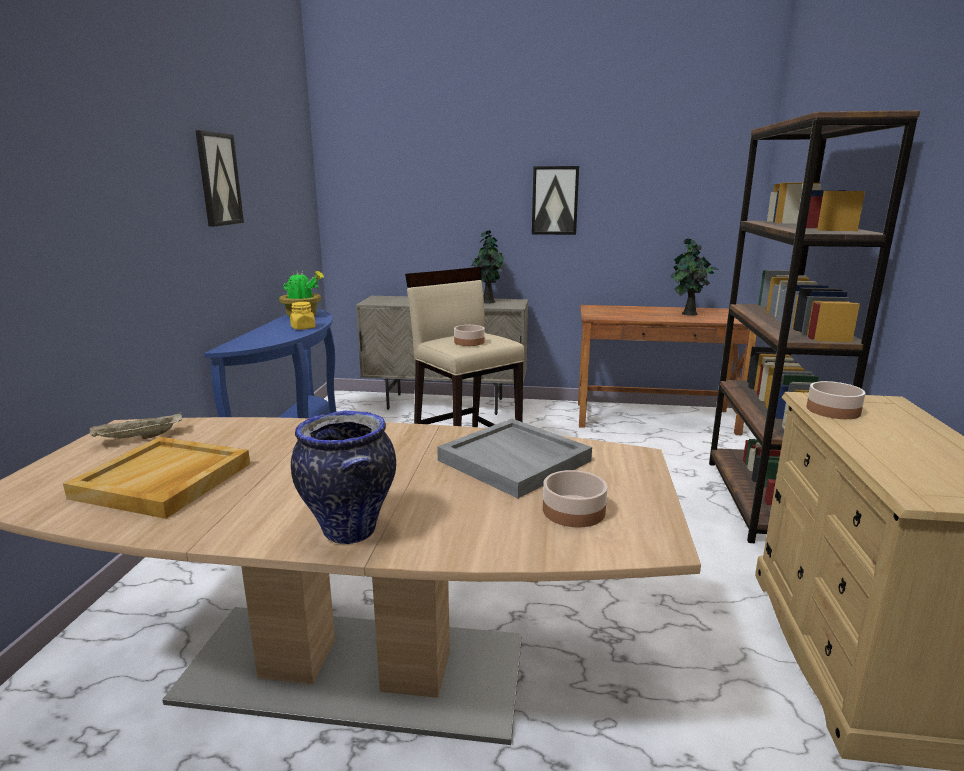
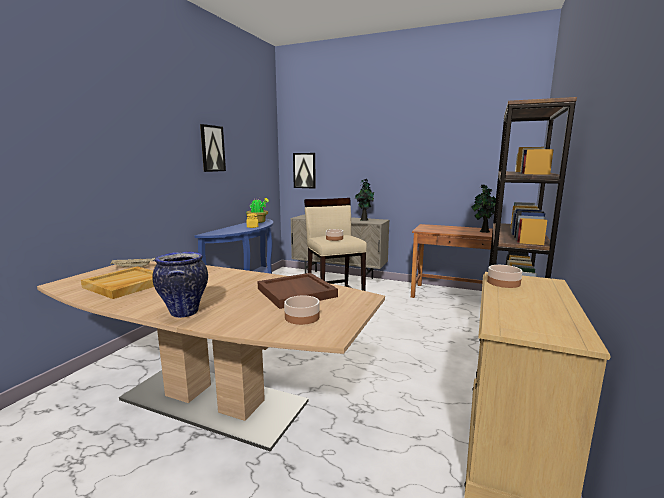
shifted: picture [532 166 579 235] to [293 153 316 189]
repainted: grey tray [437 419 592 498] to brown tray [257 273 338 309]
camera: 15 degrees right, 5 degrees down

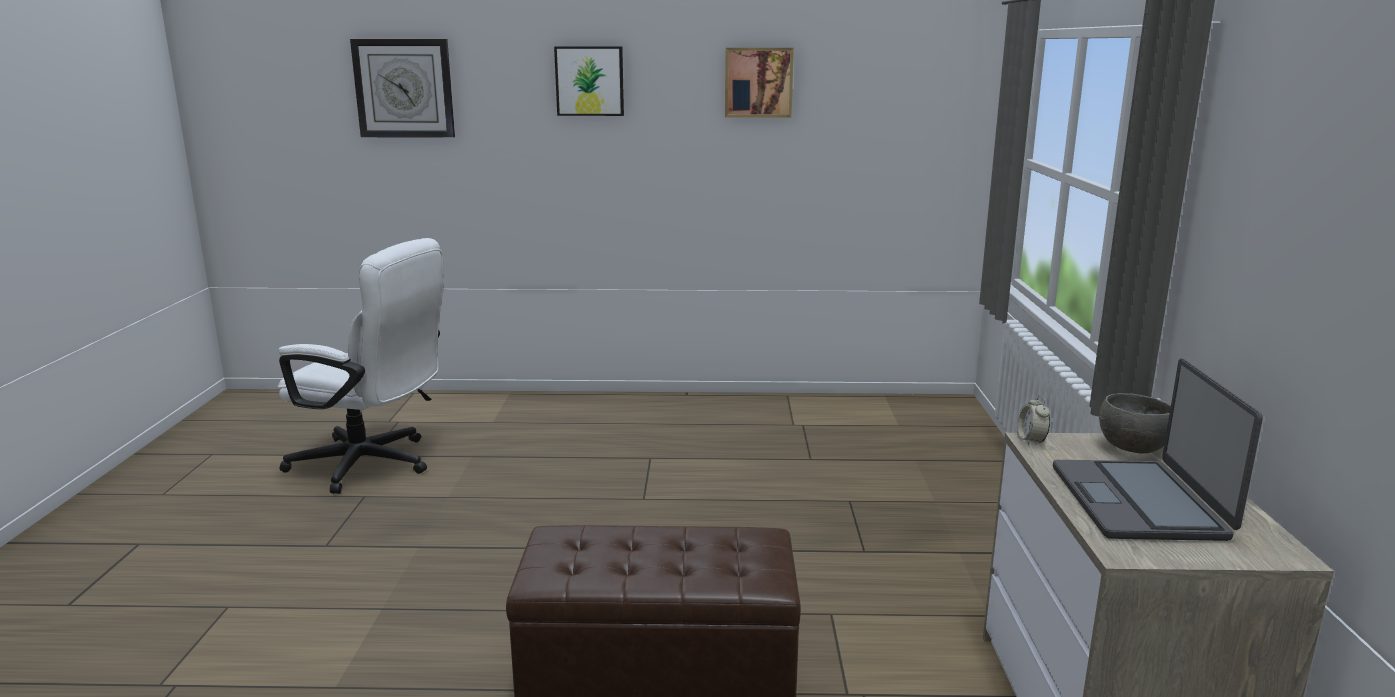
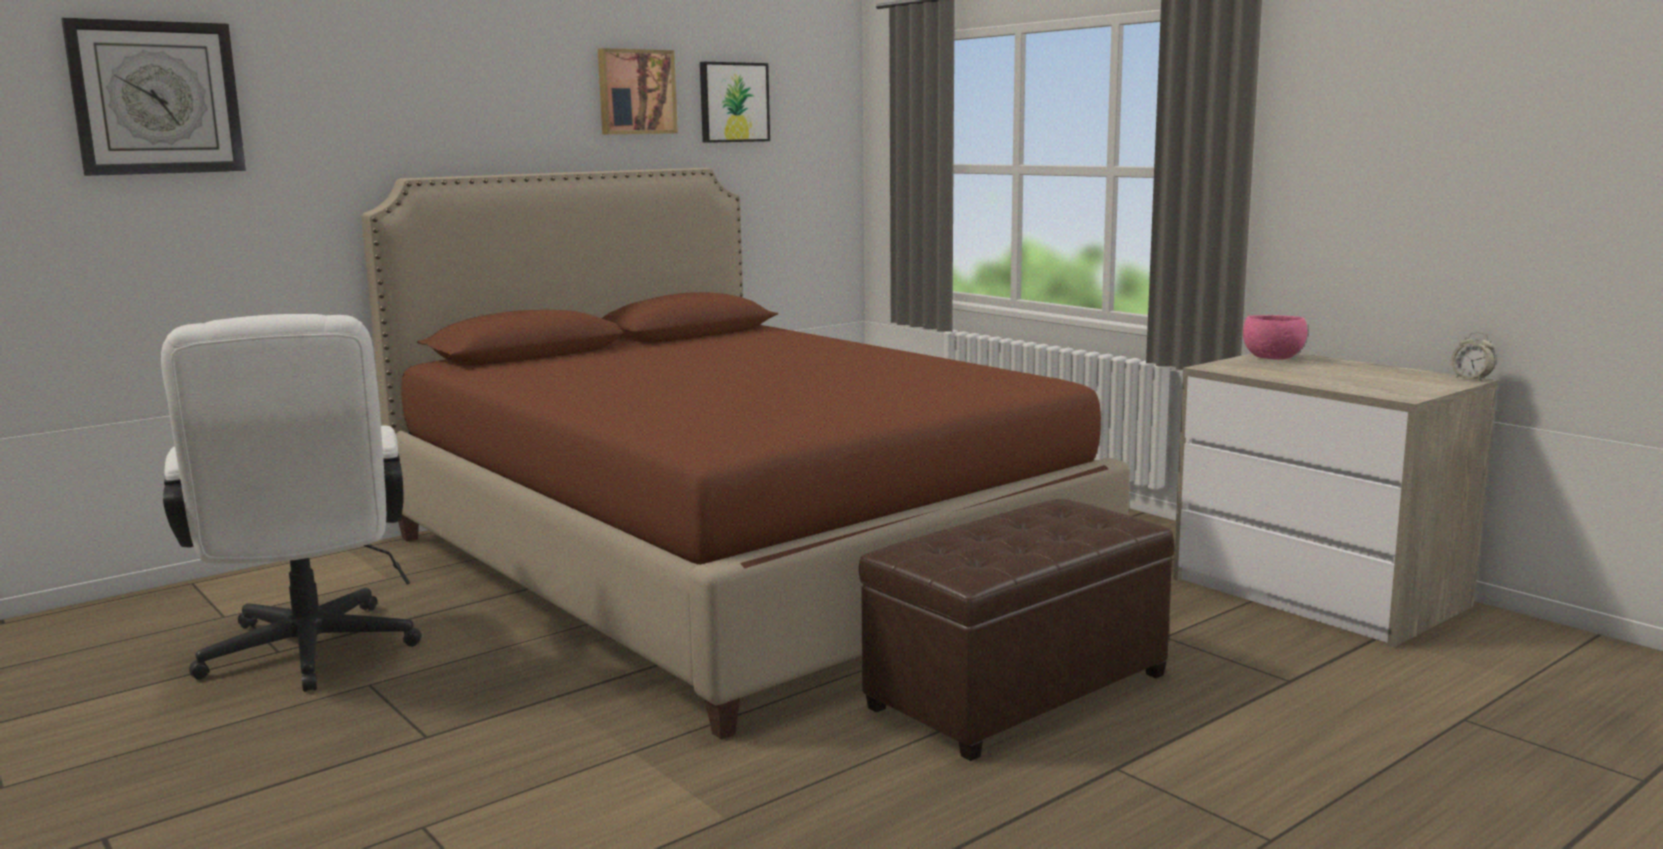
gone: laptop [1053 358 1263 541]
new: brown bed [361 168 1130 740]
shifted: picture [554 46 624 116] to [700 62 770 143]; alarm clock [1017 395 1050 446] to [1451 332 1495 381]
repainted: grey bowl [1099 393 1171 453] to pink bowl [1243 315 1308 360]
rotated: white office chair [277 238 444 494] = [161 314 422 692] 90 degrees clockwise
camera: 40 degrees left, 5 degrees down

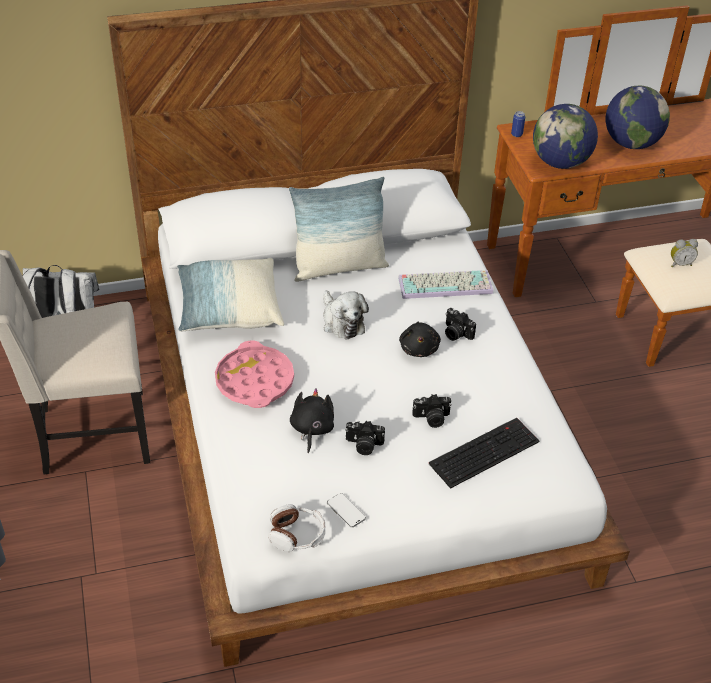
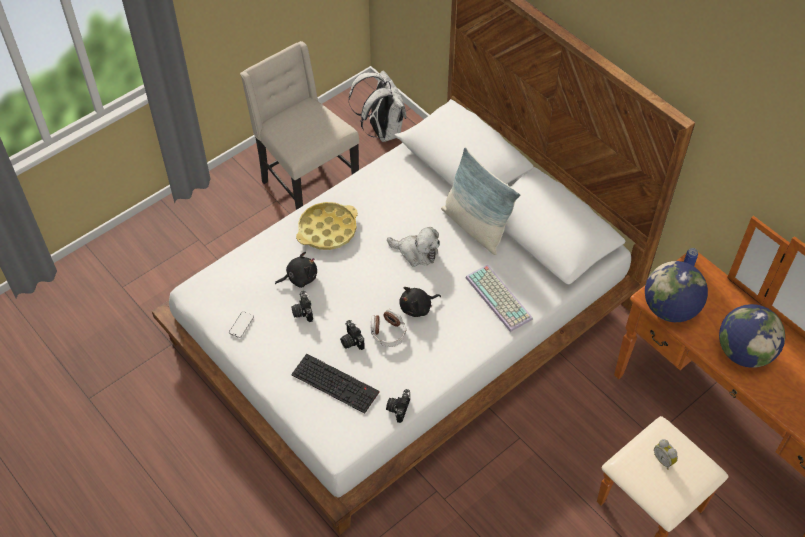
gone: pillow [177 258 284 332]
shifted: headphones [268 504 325 552] to [371 309 406 347]; photo camera [445 308 476 341] to [386 389 410 423]
repainted: pink tray [215 340 294 408] to yellow tray [296 202 358 250]
rotated: plush toy [323 291 369 340] = [387 226 440 267] 105 degrees counterclockwise
camera: 65 degrees right, 10 degrees up

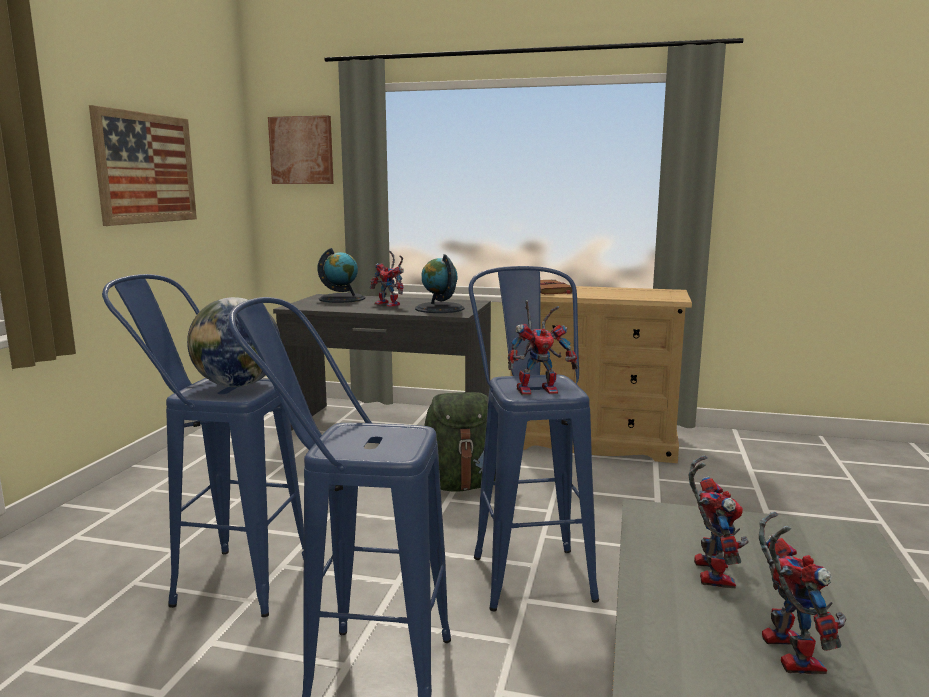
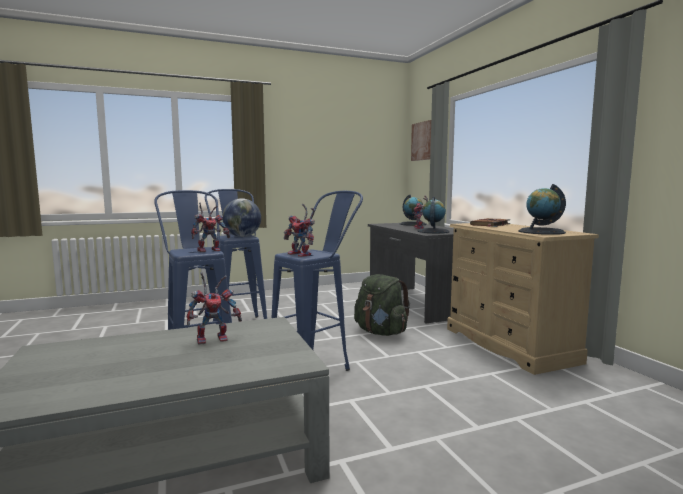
gone: picture [89 105 197 226]
new: globe [518 184 566 235]
shifted: toy robot [759 511 847 675] to [191 202 230 252]
camera: 55 degrees right, 5 degrees down

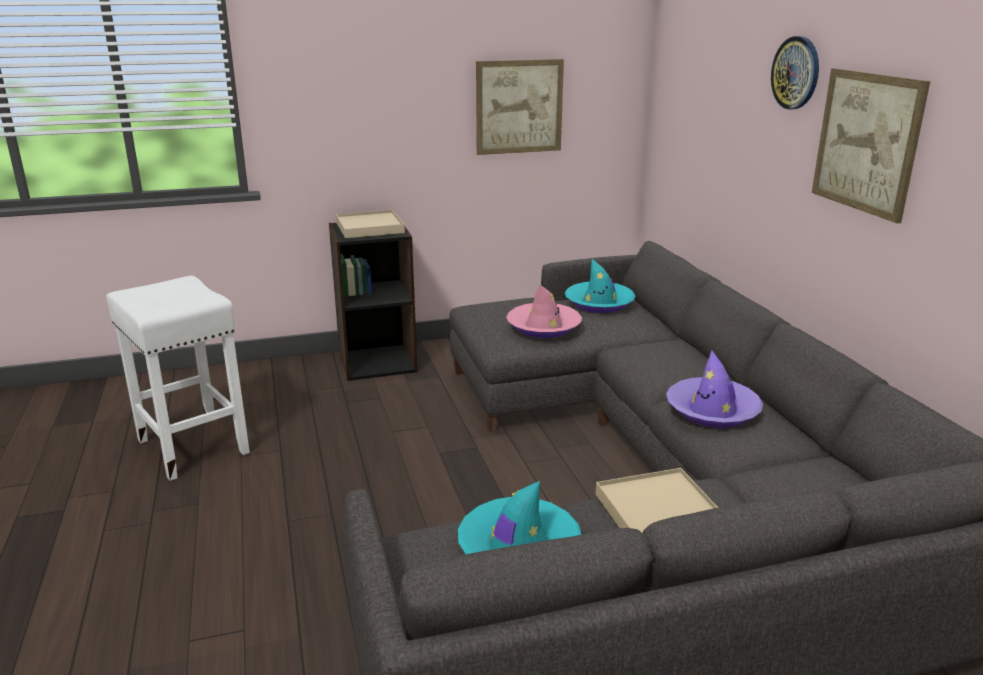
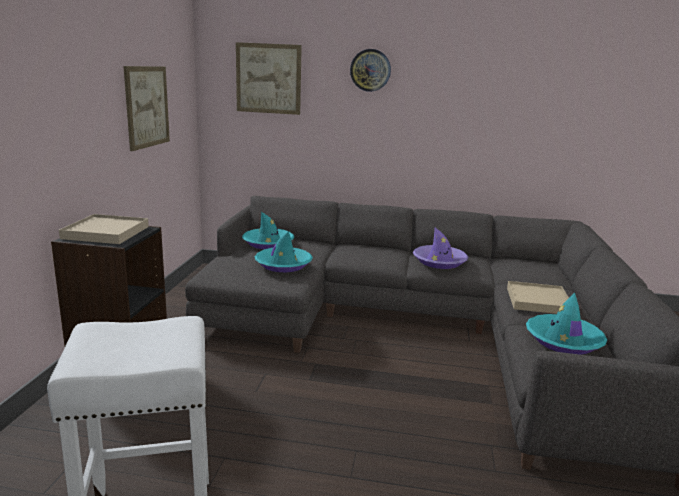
shifted: picture [812 68 930 223] to [236 42 302 115]
repainted: pink hat [506 285 582 338] to turquoise hat [255 231 313 272]
camera: 65 degrees left, 5 degrees down

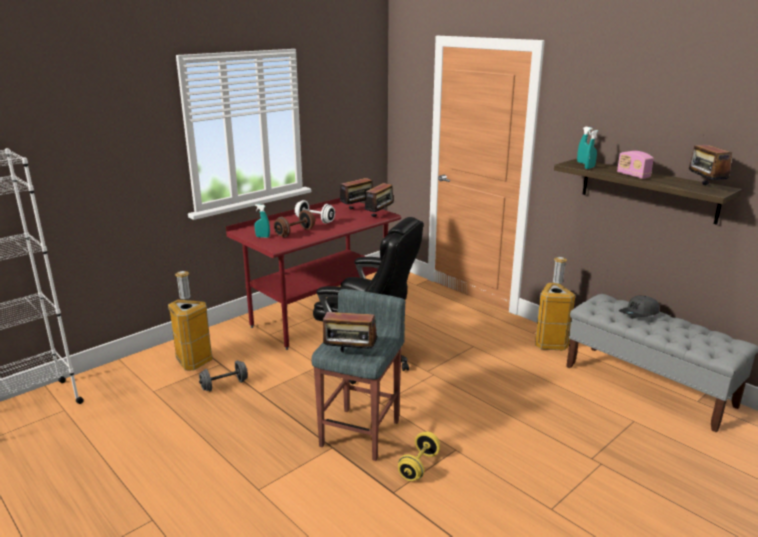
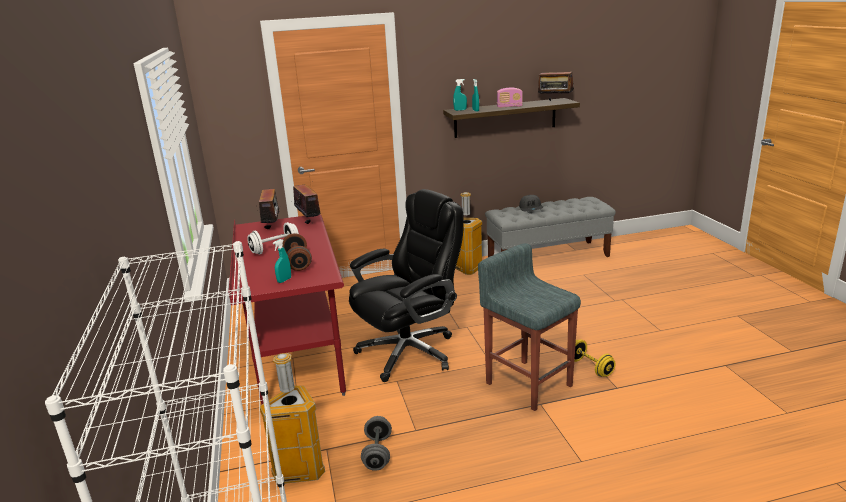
gone: radio [323 307 378 353]
camera: 60 degrees left, 0 degrees up

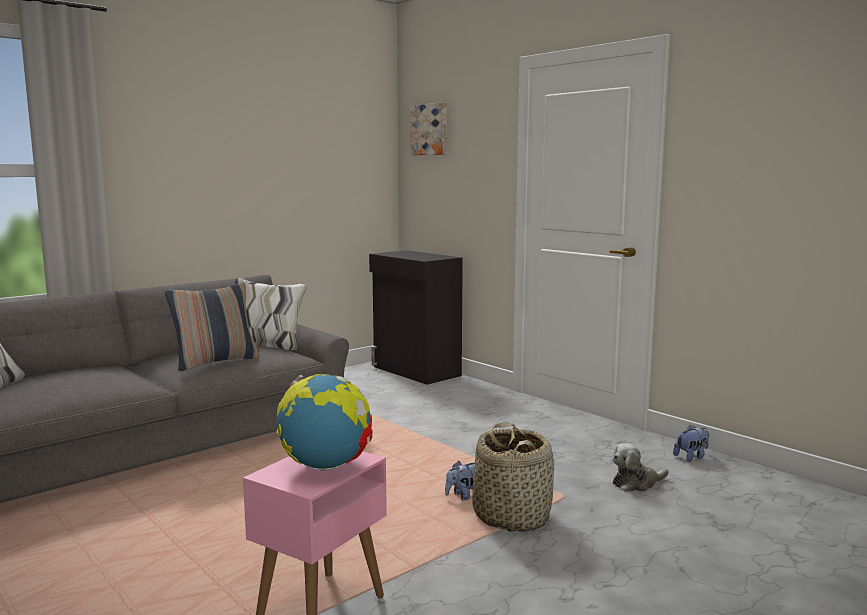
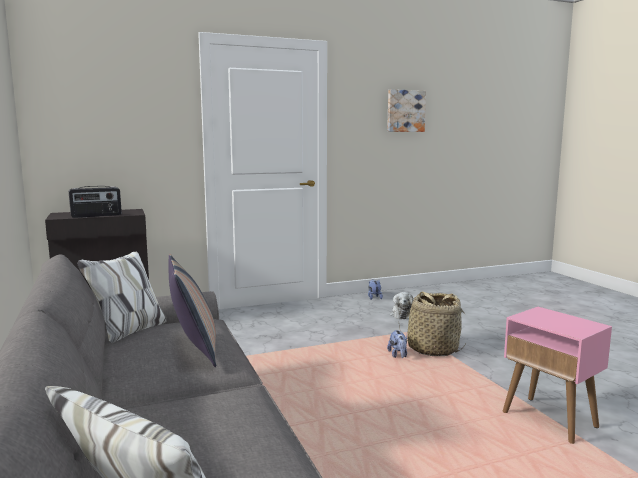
gone: globe [277 374 373 471]
new: radio [69 186 122 218]
shifted: picture [410 103 447 155] to [387 89 426 132]
camera: 70 degrees left, 0 degrees up

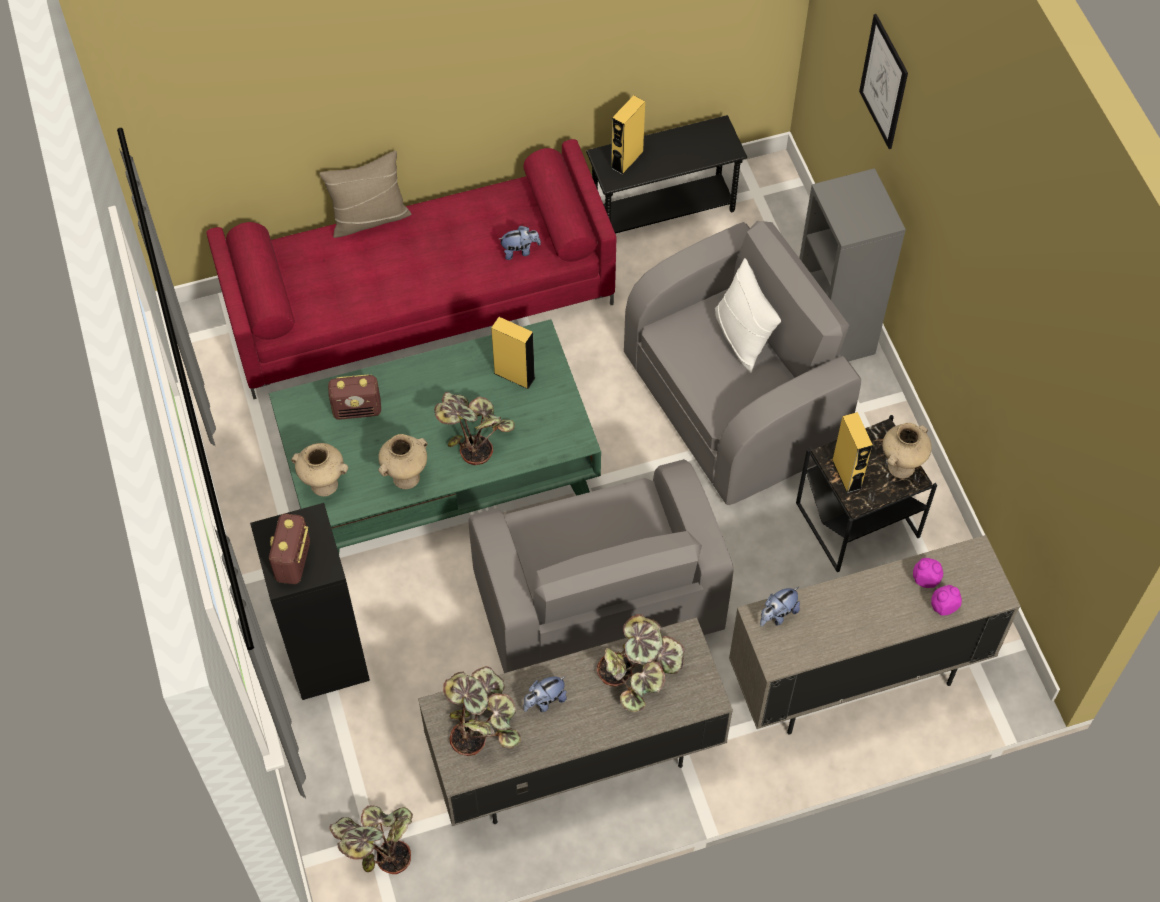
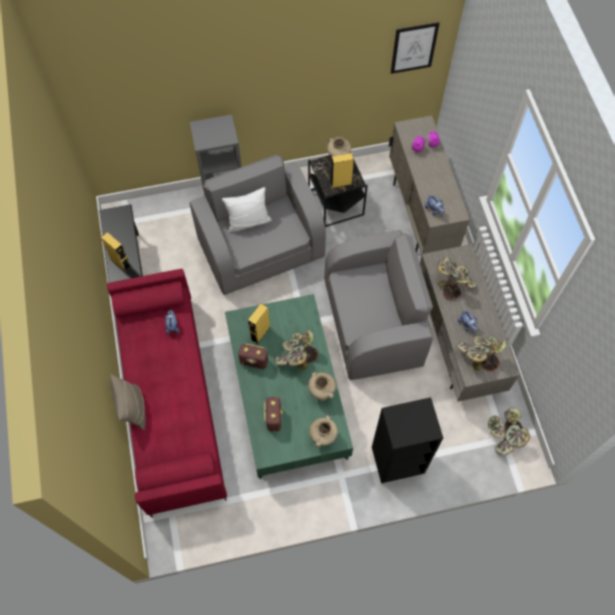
shifted: radio [269 513 310 584] to [238 344 268 369]; picture [859 14 908 149] to [391 22 439 74]
camera: 85 degrees left, 5 degrees up

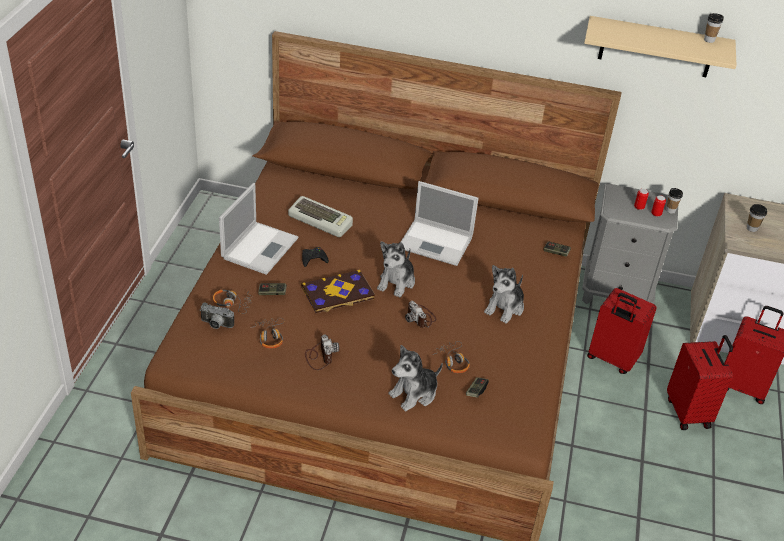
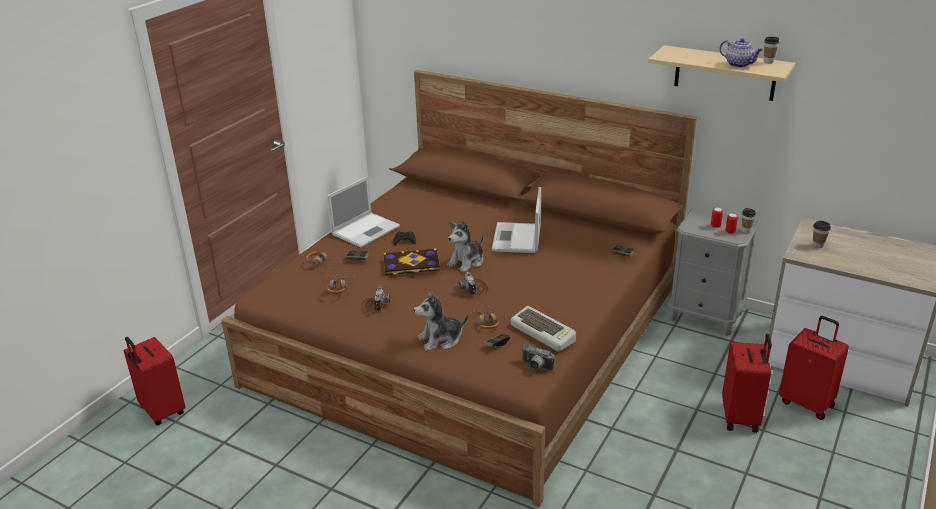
gone: plush toy [484 265 524 324]
new: teapot [720 38 763 68]
shifted: photo camera [200 303 234 329] to [522 343 554 371]; keyboard [288 196 353 237] to [511 306 576 352]; red suitcase [587 288 657 374] to [124 337 186 425]
rotated: laptop [401 181 479 266] = [492 187 542 253] 60 degrees clockwise
camera: 20 degrees right, 10 degrees down

